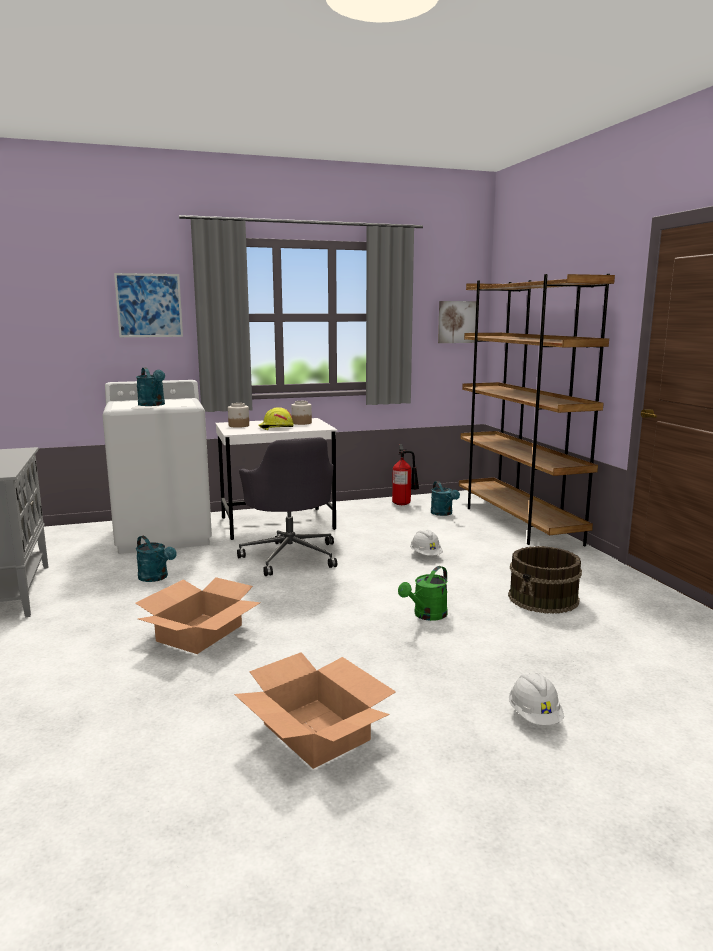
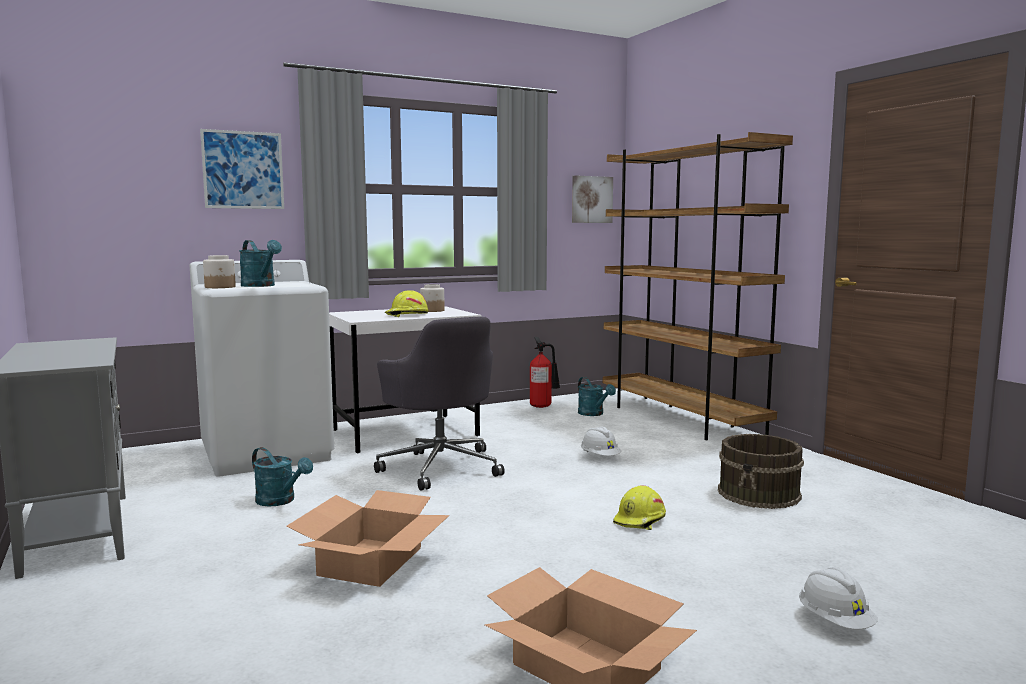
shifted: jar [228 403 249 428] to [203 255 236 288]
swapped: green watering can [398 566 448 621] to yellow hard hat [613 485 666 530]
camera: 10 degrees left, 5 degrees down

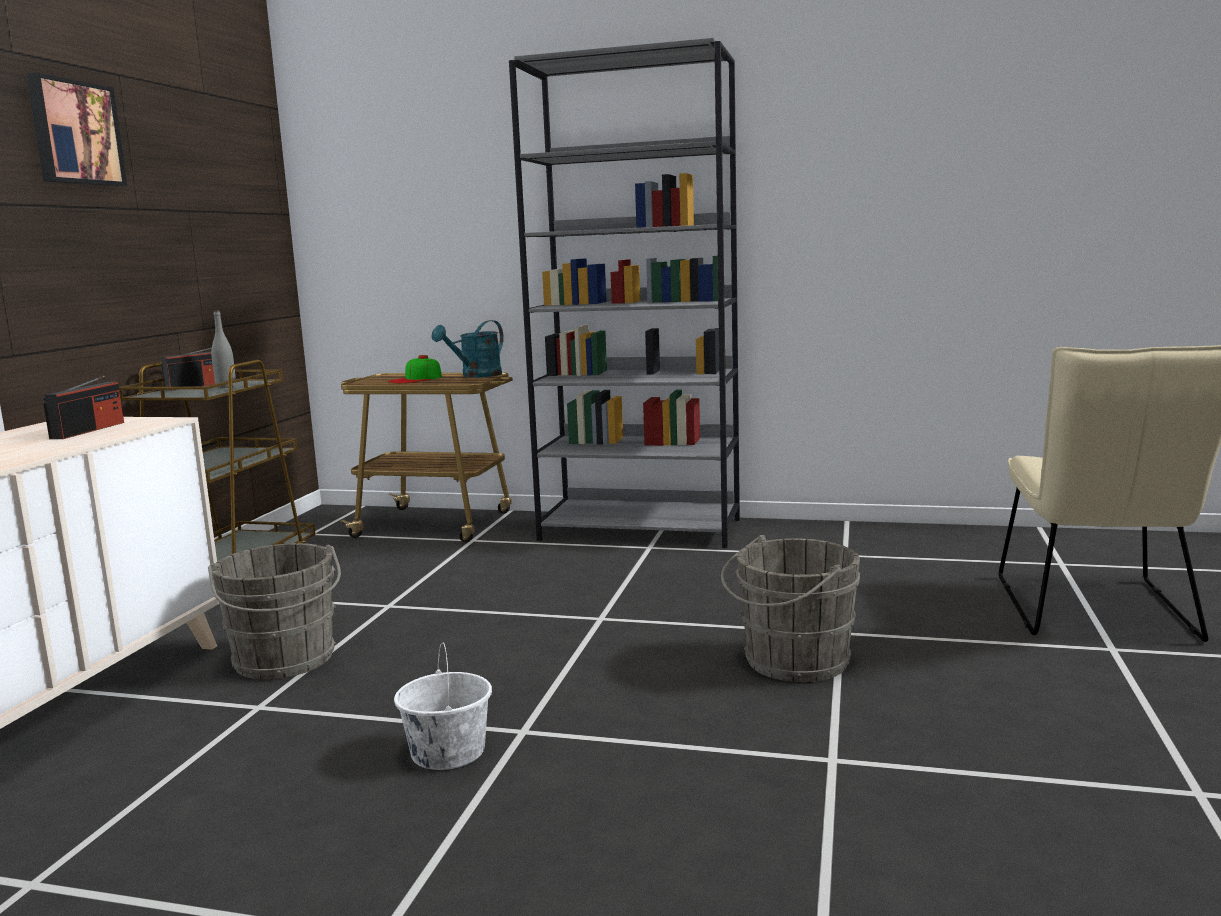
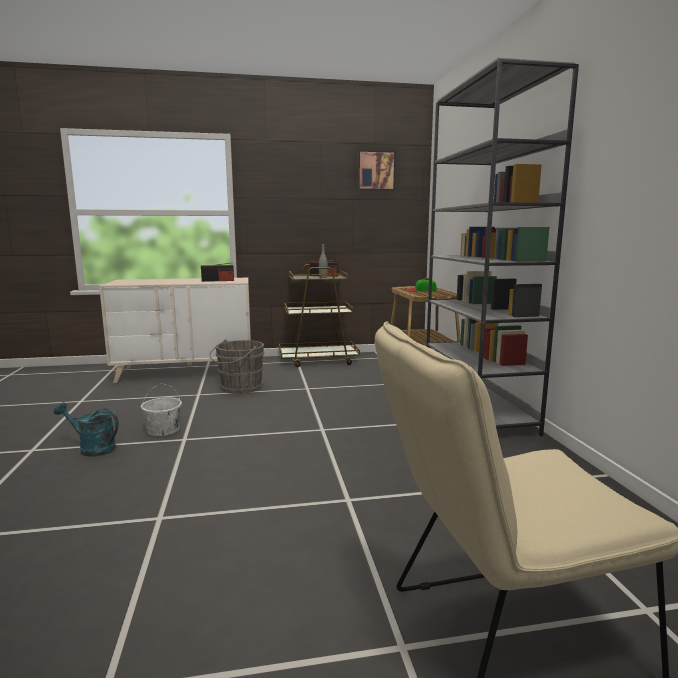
gone: grey bucket [721 535 860 682]
shifted: picture [26 73 127 186] to [357 150 396 191]; turquoise watering can [432 320 504 378] to [54 402 119 457]
camera: 65 degrees right, 0 degrees up

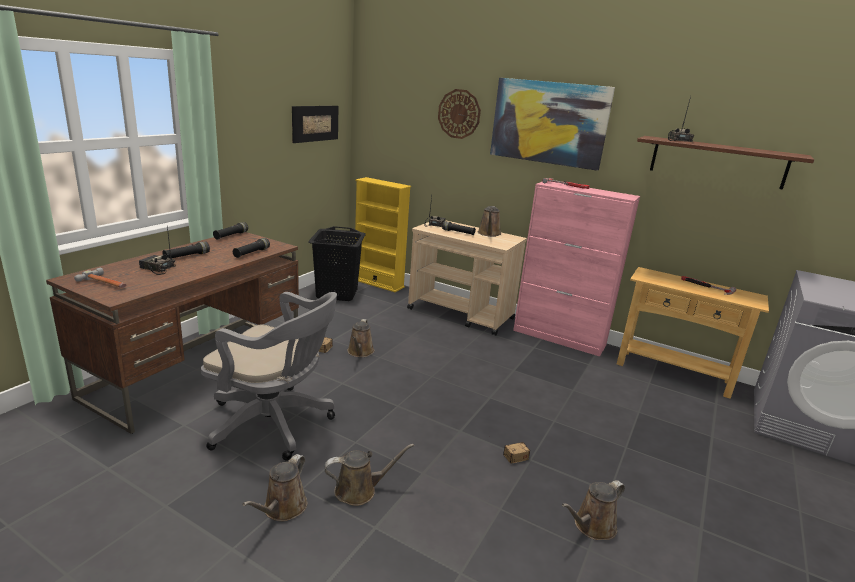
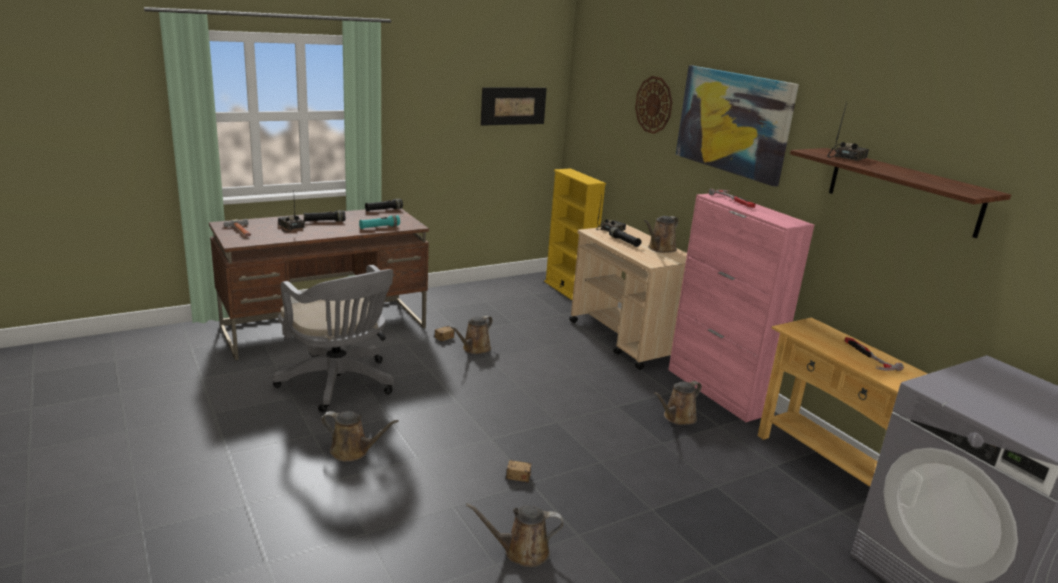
gone: black laundry basket [308 226 366 301]
shifted: brown watering can [242 454 308 521] to [654 381 702 425]
repainted: black flashlight [233 238 270 258] to turquoise flashlight [359 215 400 229]
camera: 30 degrees right, 0 degrees up

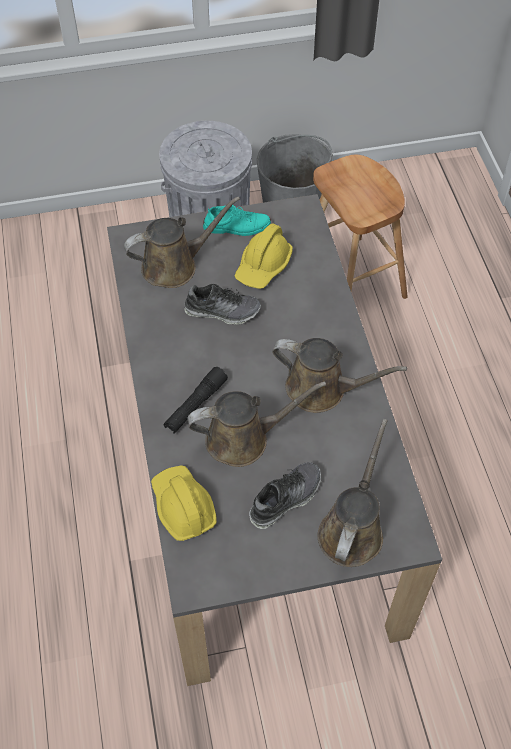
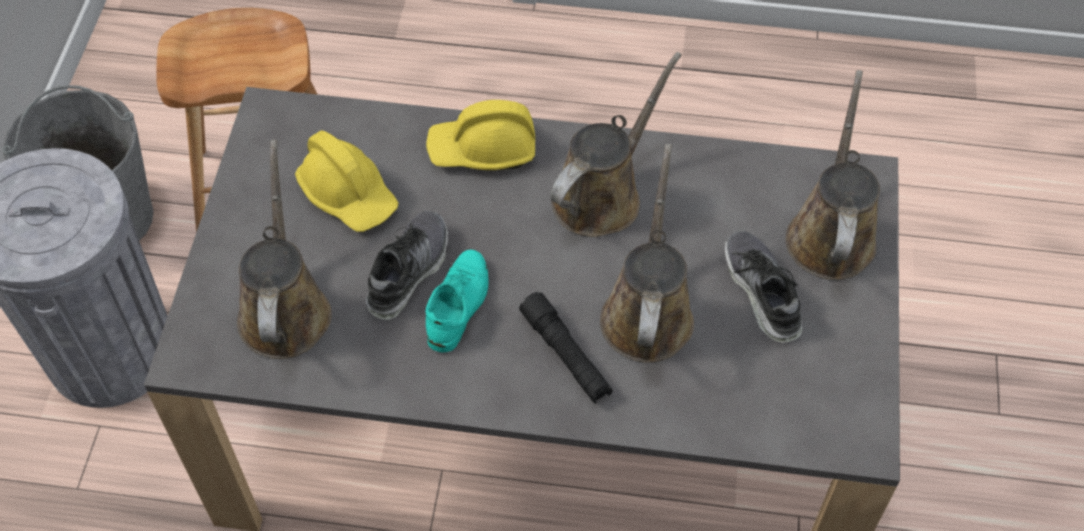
shifted: yellow hard hat [151 465 217 541] to [426 100 535 170]; turquoise shoe [203 205 271 236] to [426 249 489 352]
rotated: brown watering can [318 419 388 567] = [786 70 880 280] 60 degrees clockwise
camera: 70 degrees left, 0 degrees up

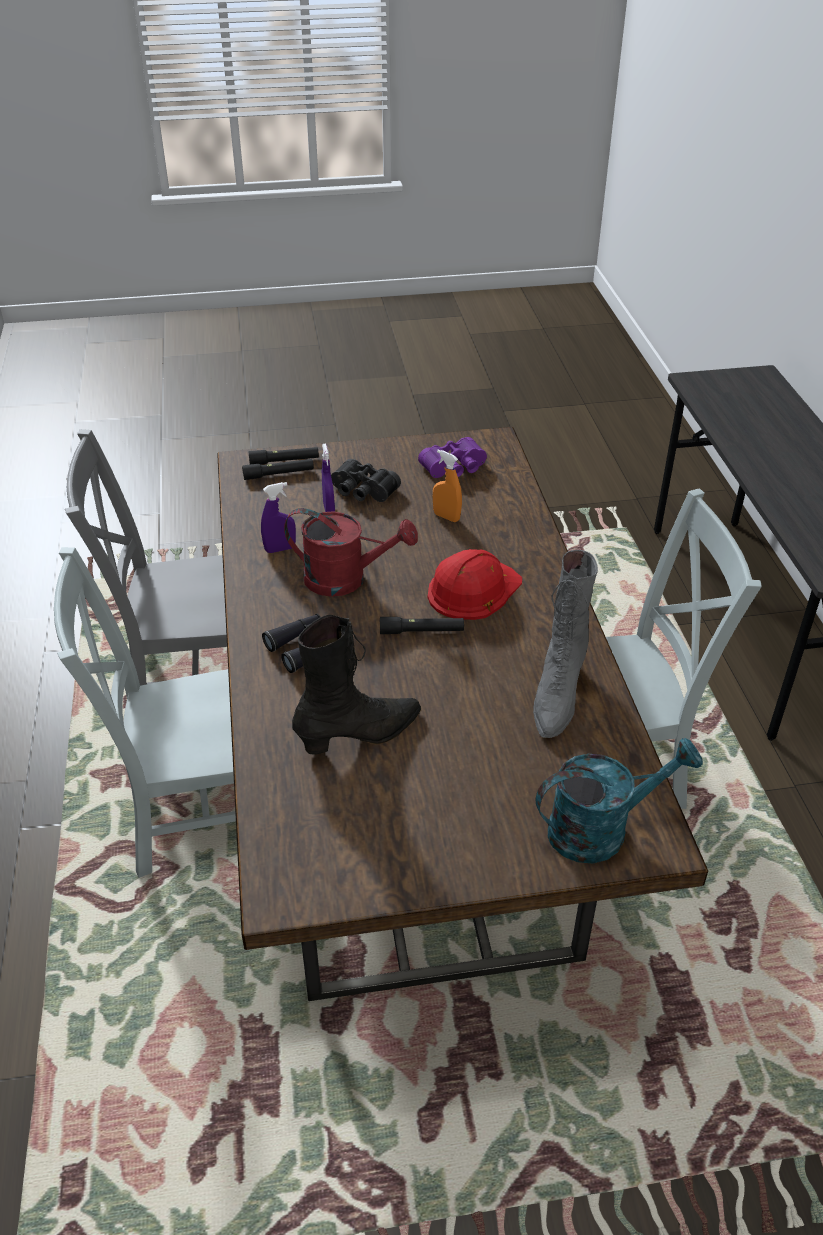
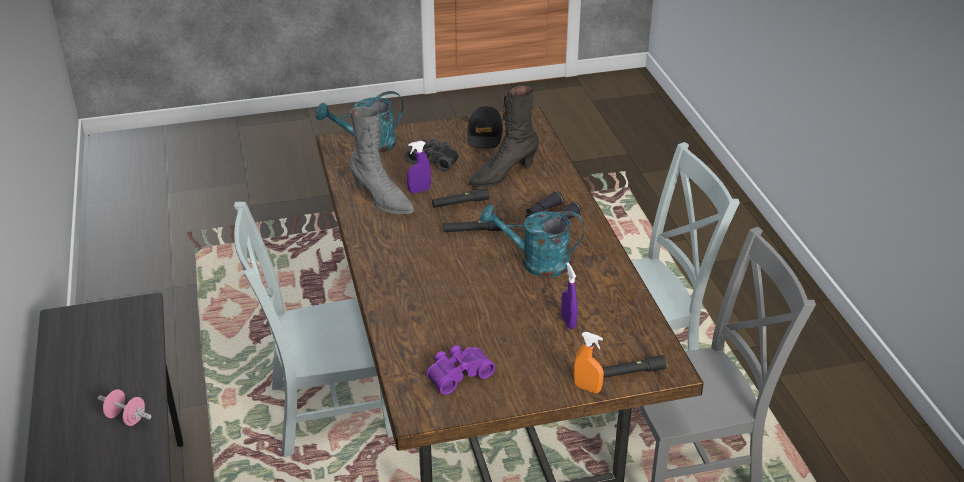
gone: red hard hat [428 549 522 620]
new: pink dumbbell [98 389 151 426]; black cap [467 106 503 148]
shifted: black flashlight [242 459 314 480] to [432 188 489 208]; purple spray bottle [261 482 296 553] to [407 141 431 193]; black binoculars [331 459 401 502] to [405 139 459 172]; orange spray bottle [433 449 462 522] to [574 332 604 393]
repainted: red watering can [284 508 418 597] to turquoise watering can [480 205 584 277]
rotated: grey boot [533 550 598 738] = [349 107 414 214] 120 degrees clockwise
camera: 175 degrees right, 5 degrees down

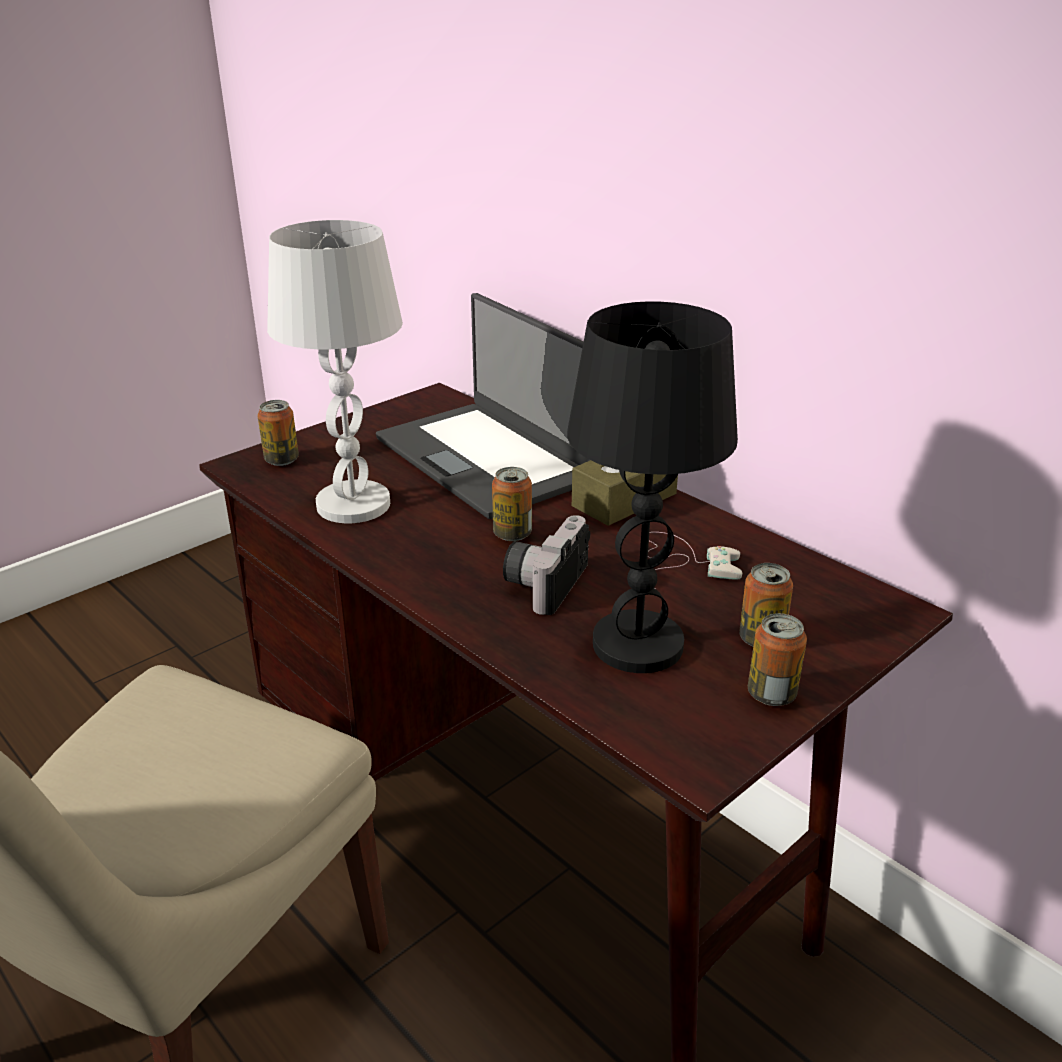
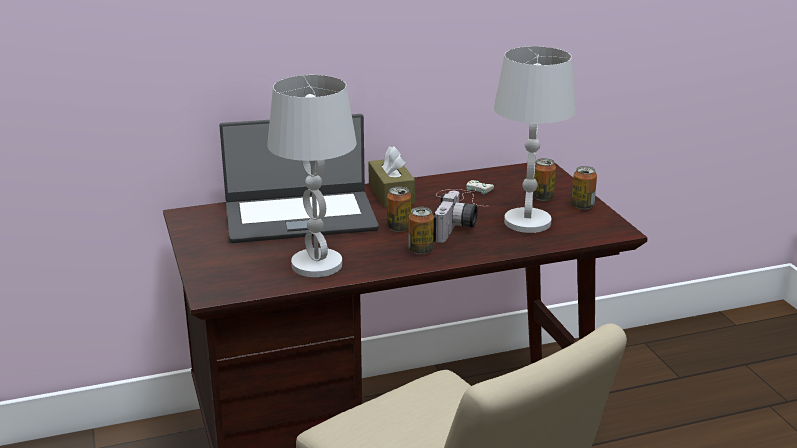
shifted: can [257 400 299 466] to [408 207 434 254]
repainted: black table lamp [567 301 738 673] to white table lamp [494 46 576 233]
rotated: photo camera [503 515 590 615] = [433 191 478 243] 120 degrees counterclockwise
camera: 65 degrees left, 5 degrees down

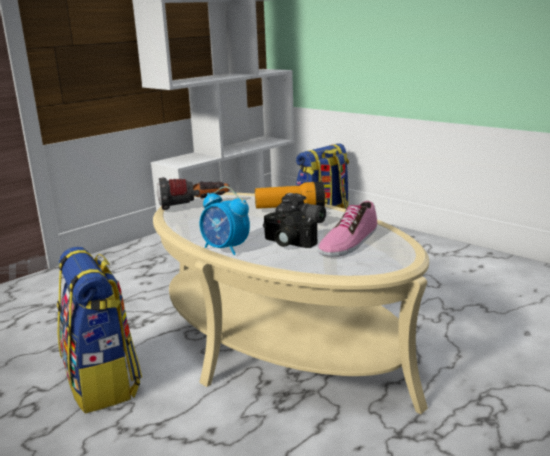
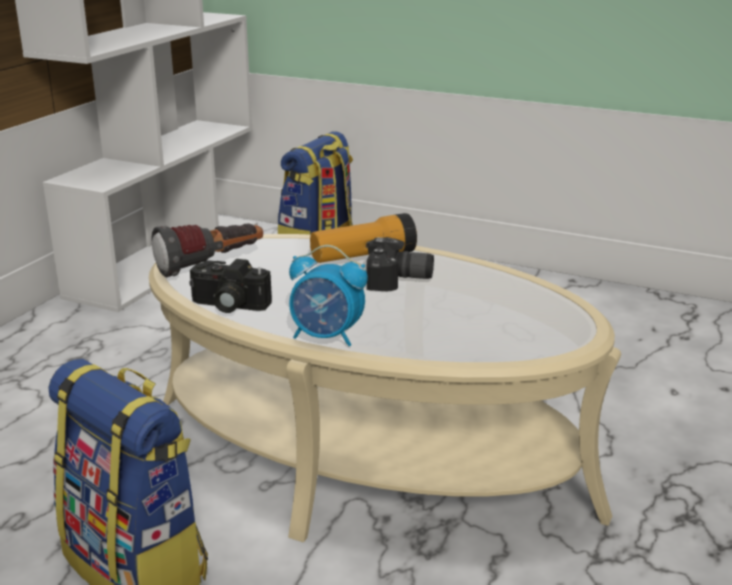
gone: shoe [318 201 377 257]
shifted: photo camera [263 211 317 248] to [189 259 272 313]
camera: 20 degrees left, 5 degrees up

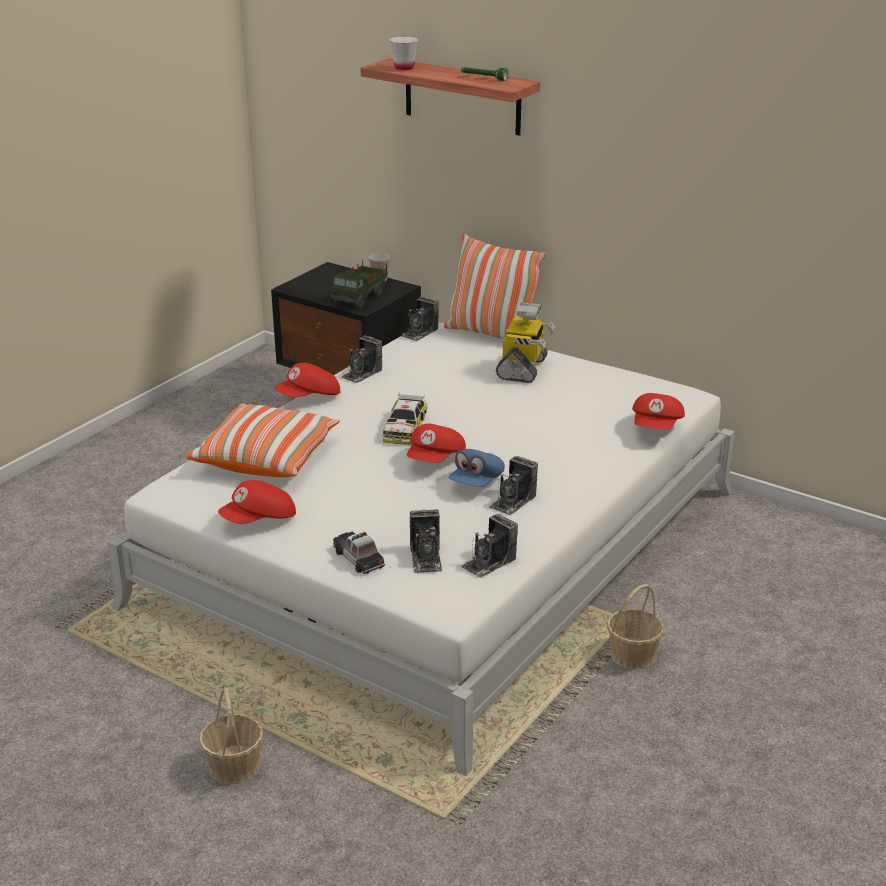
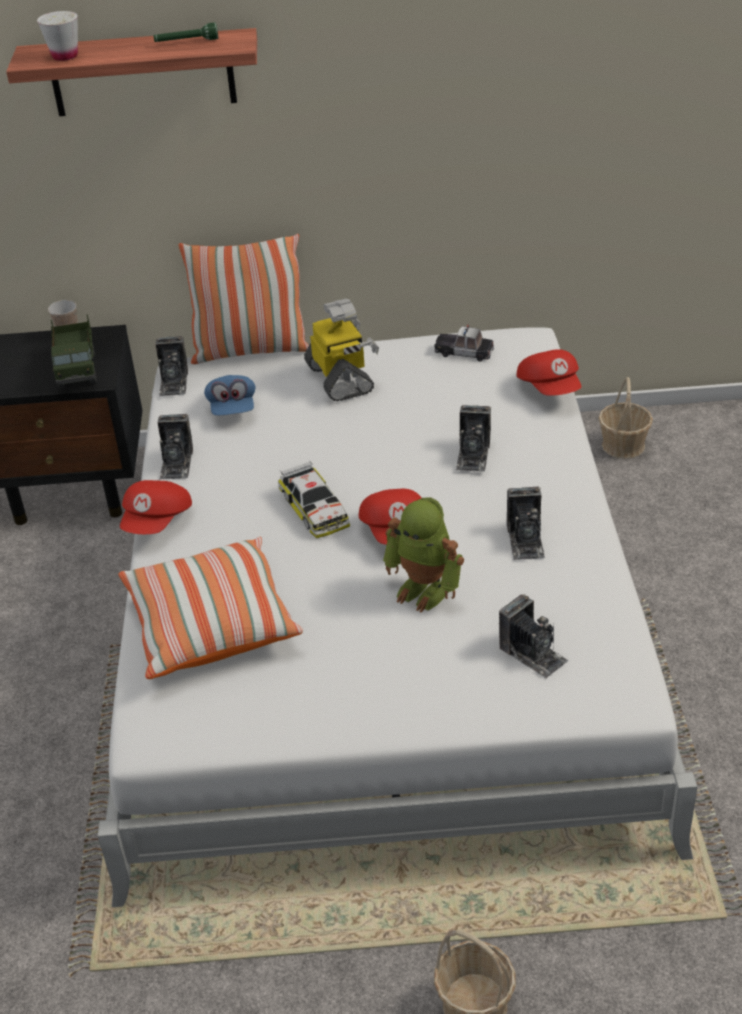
gone: red cap [218 480 296 524]
new: toy robot [383 497 464 612]
shifted: toy car [333 532 385 574] to [434 325 494 361]; blue cap [449 449 505 487] to [204 375 256 415]; photo camera [460 514 518 578] to [456 405 491 472]; basket [607 584 664 670] to [598 377 653 459]
camera: 35 degrees left, 10 degrees up

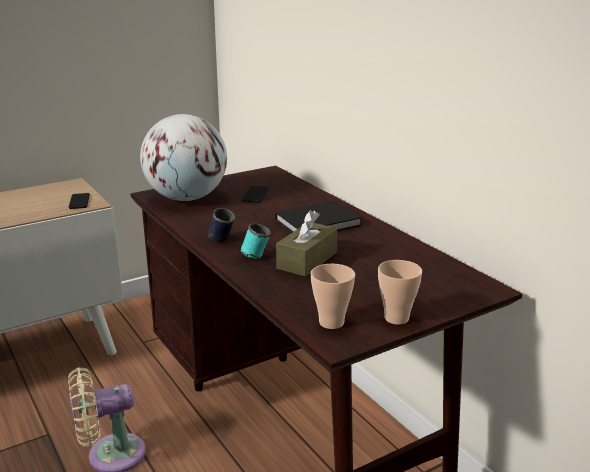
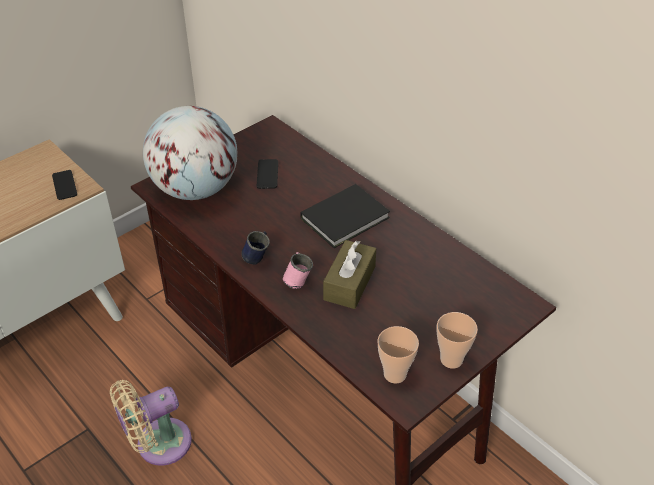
repainted: turquoise mug [241 223 271 259] to pink mug [283 252 313 289]
camera: 10 degrees left, 20 degrees up

